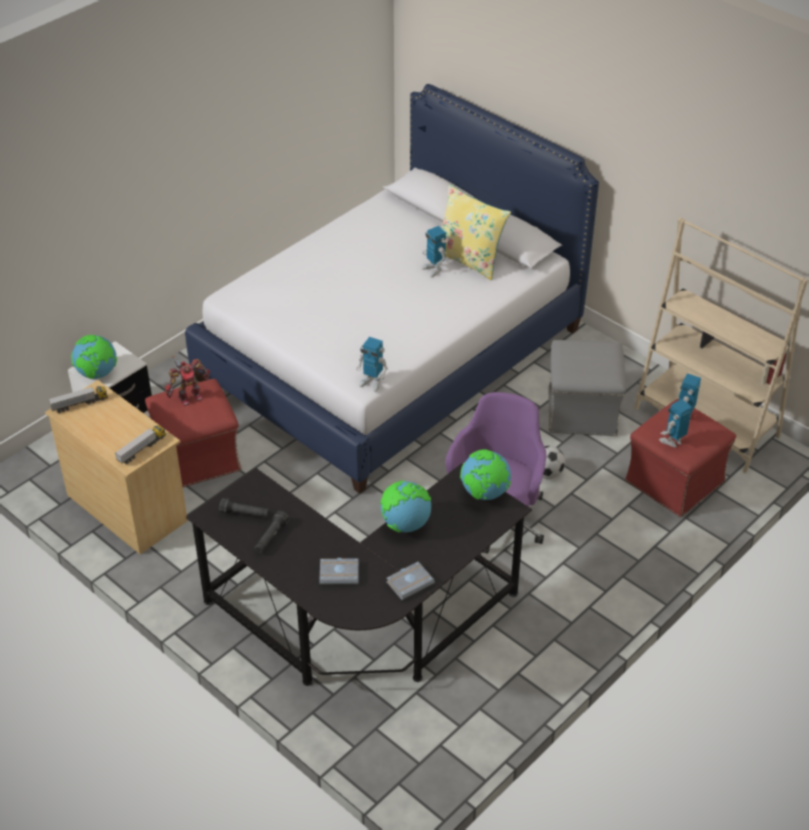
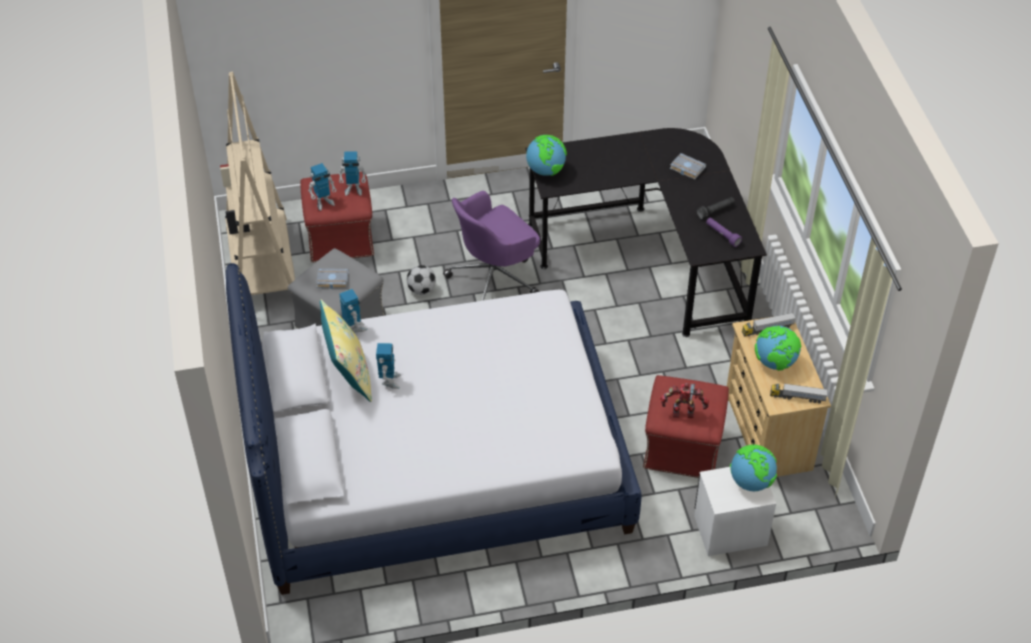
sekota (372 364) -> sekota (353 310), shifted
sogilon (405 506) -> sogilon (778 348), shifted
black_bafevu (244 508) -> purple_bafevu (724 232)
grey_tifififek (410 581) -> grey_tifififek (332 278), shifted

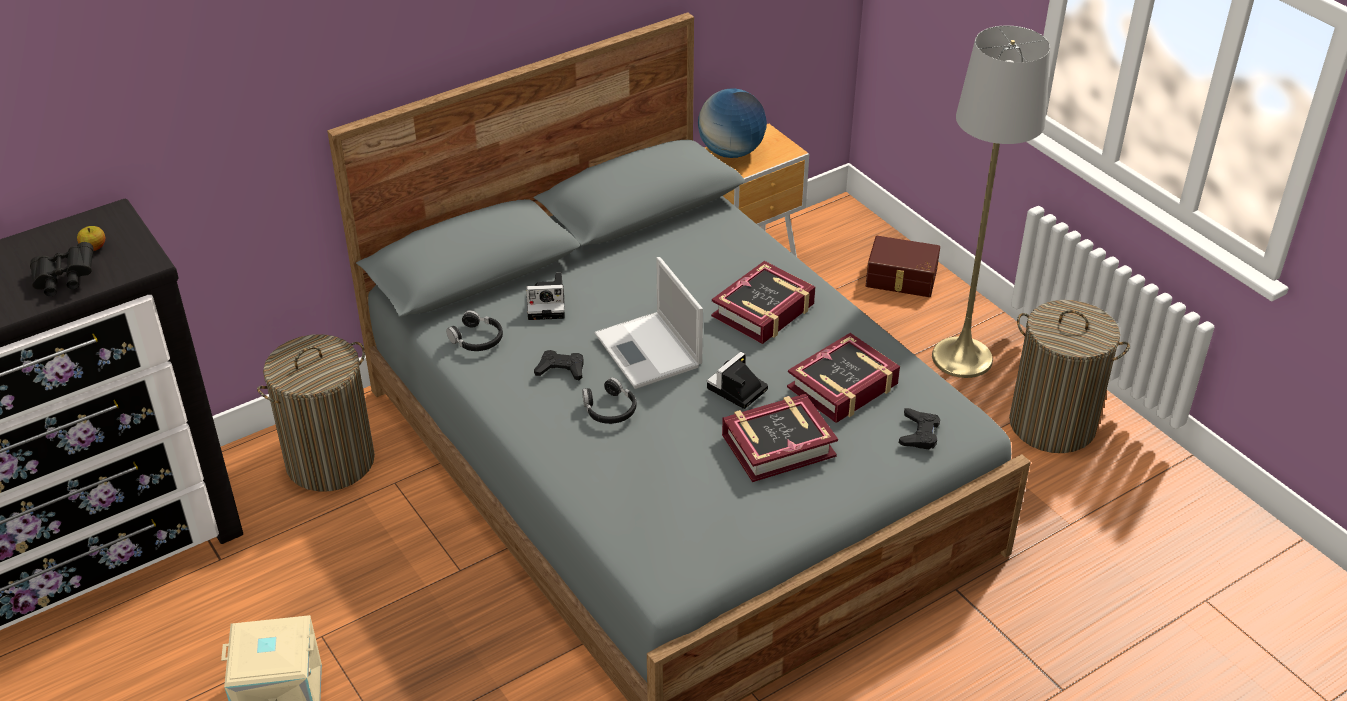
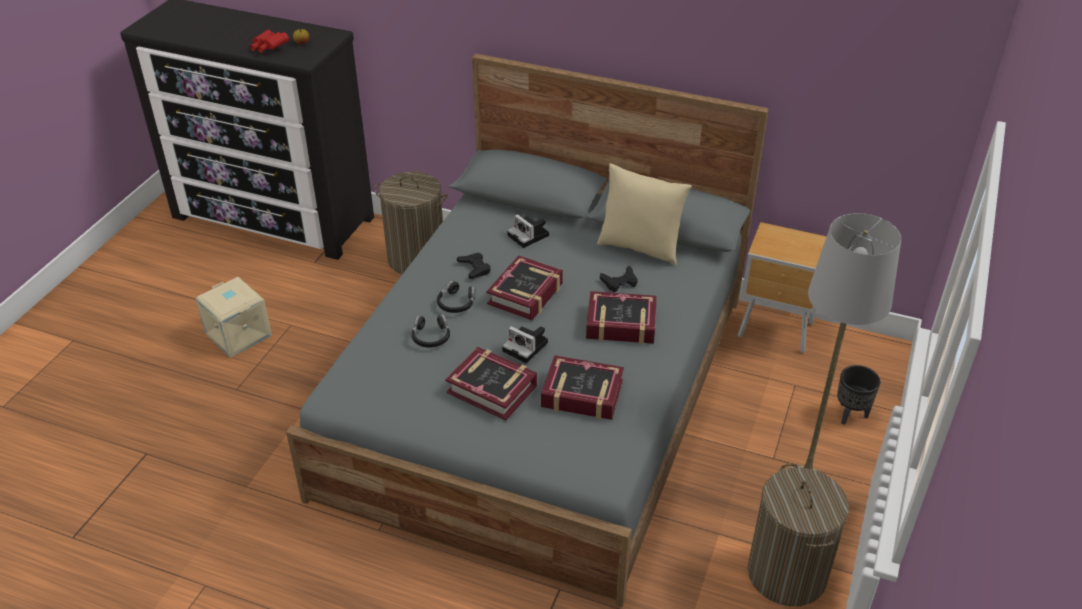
sogilon (732 123) -> none
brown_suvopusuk (903 266) -> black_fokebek (858 395)
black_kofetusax (62 269) -> red_kofetusax (269 41)
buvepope (649 323) -> tifififek (525 288)
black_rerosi (474 330) -> black_rerosi (431 331), shifted
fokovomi (737 380) -> fokovomi (525 344), 150 degrees counterclockwise
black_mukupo (919 429) -> black_mukupo (619 279), shifted
none -> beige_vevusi (644 215)

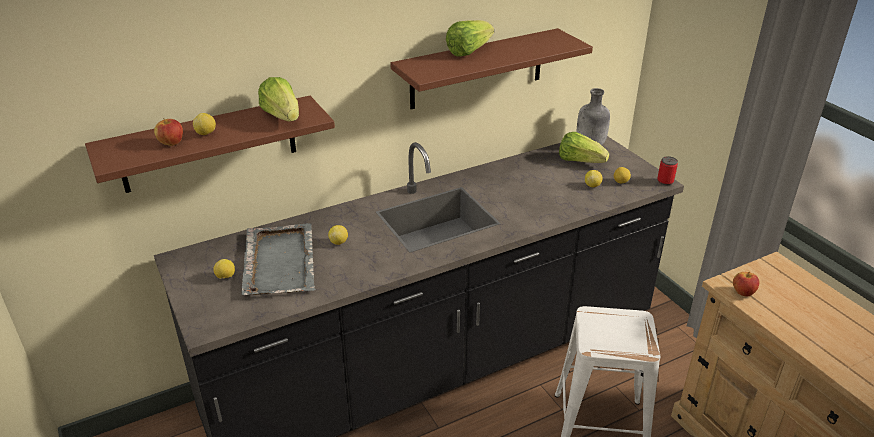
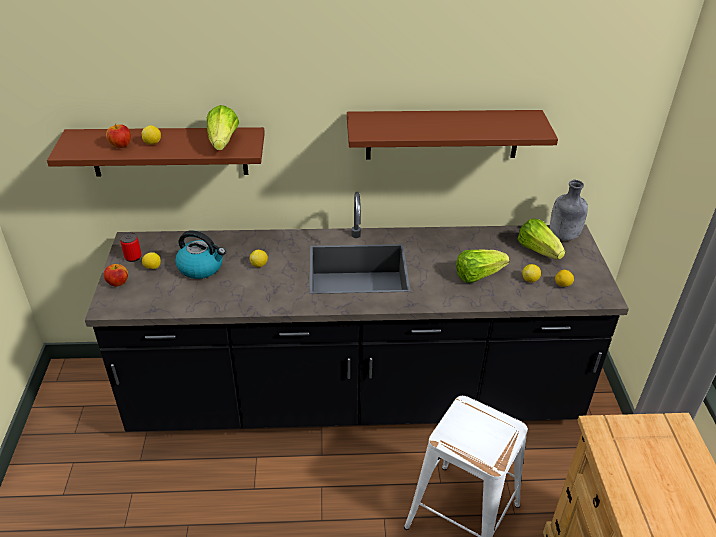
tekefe (470 38) -> tekefe (482 266), shifted
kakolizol (667 170) -> kakolizol (131 247), shifted
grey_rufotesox (278 259) -> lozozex (200 254)
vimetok (746 284) -> vimetok (116 275), shifted

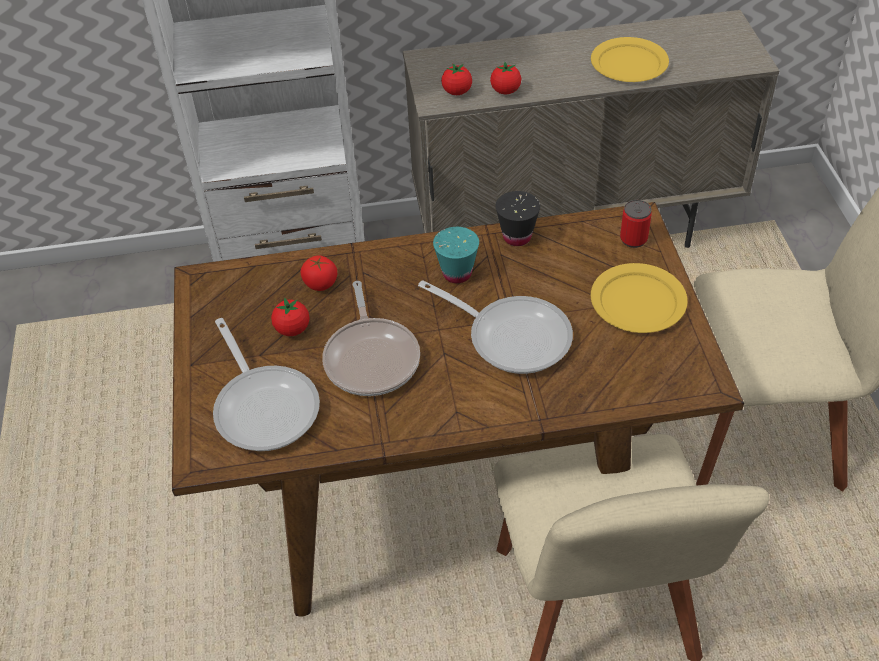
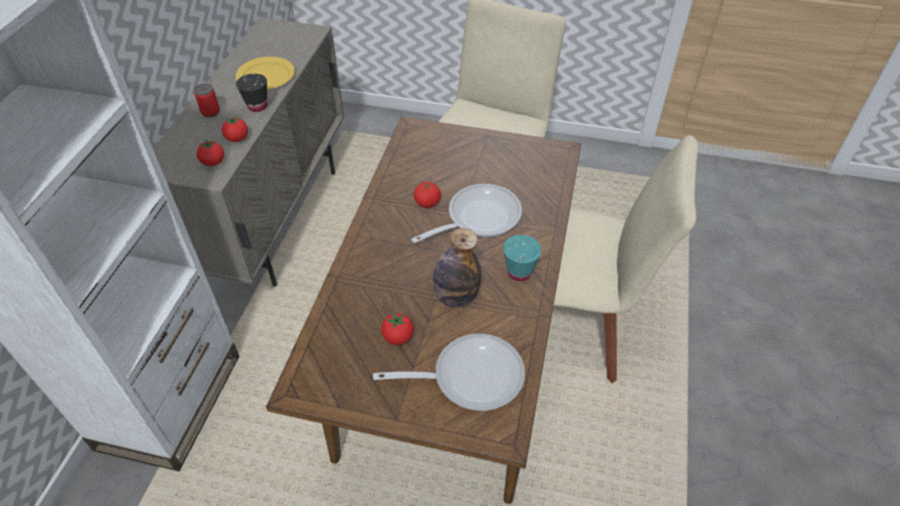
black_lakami (518 218) -> black_lakami (251 93), shifted
kakolizol (636 224) -> kakolizol (207 101), shifted
turquoise_lakami (456 255) -> turquoise_lakami (522 258), shifted
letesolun (318 273) -> letesolun (427 195), shifted
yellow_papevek (639 298) -> none
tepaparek (371 338) -> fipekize (457 268)

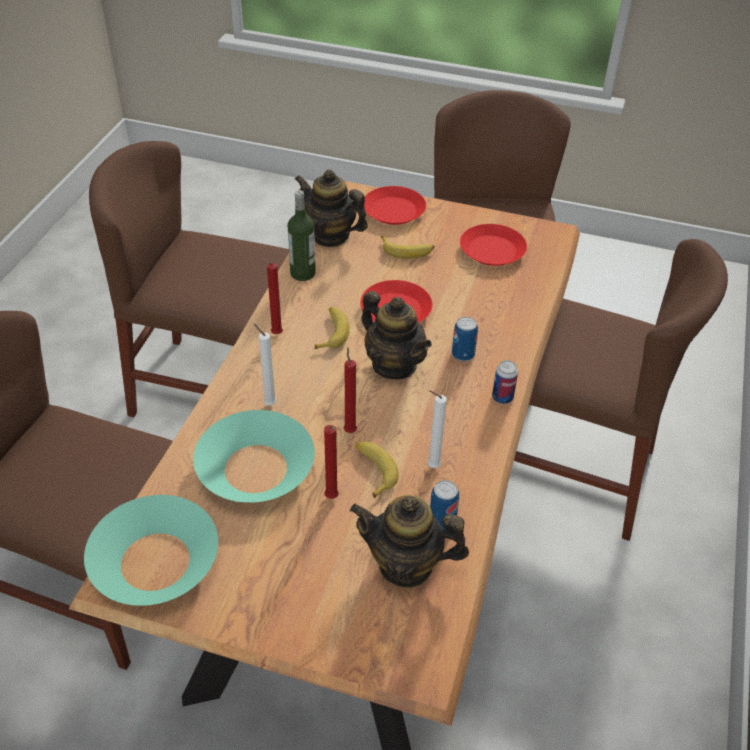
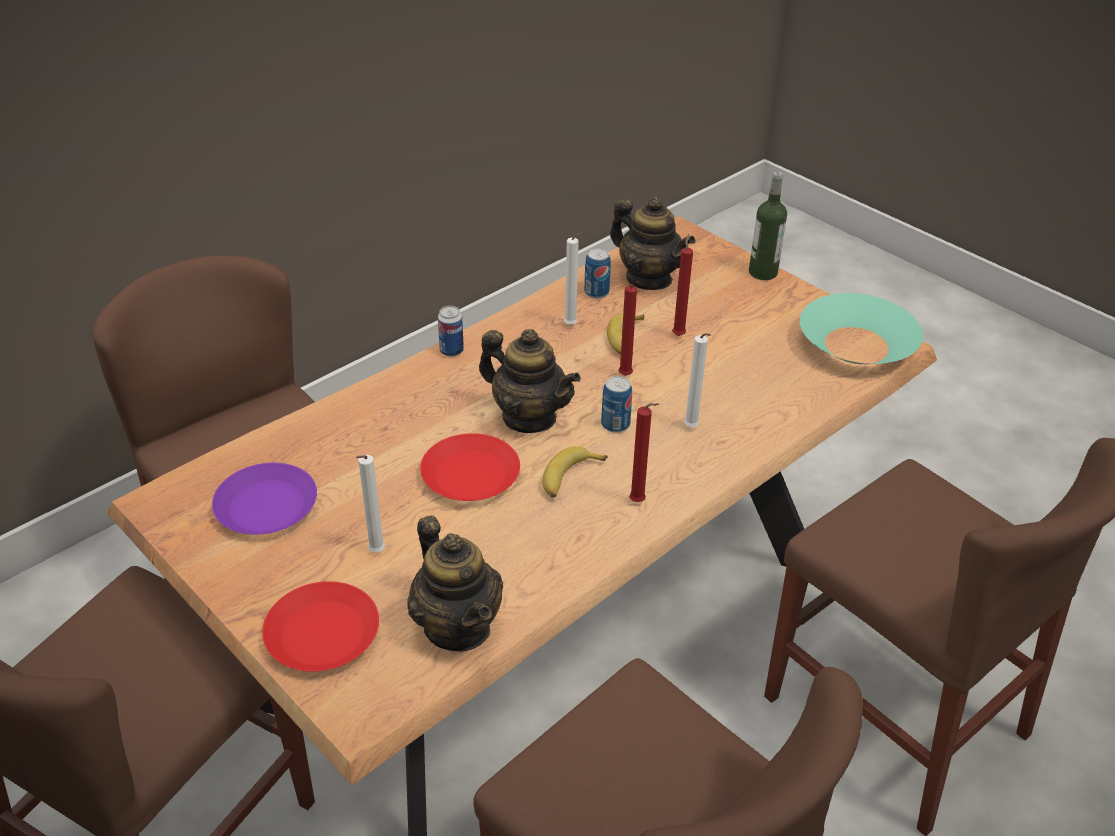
fipekize (302 235) -> fipekize (768 225), shifted
red_papevek (493 245) -> purple_papevek (264 499)
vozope (408 247) -> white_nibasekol (370 504)
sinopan (397 335) -> sinopan (530 381), 135 degrees clockwise
kakolizol (465 339) -> kakolizol (616 404), shifted
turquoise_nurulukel (254 456) -> none

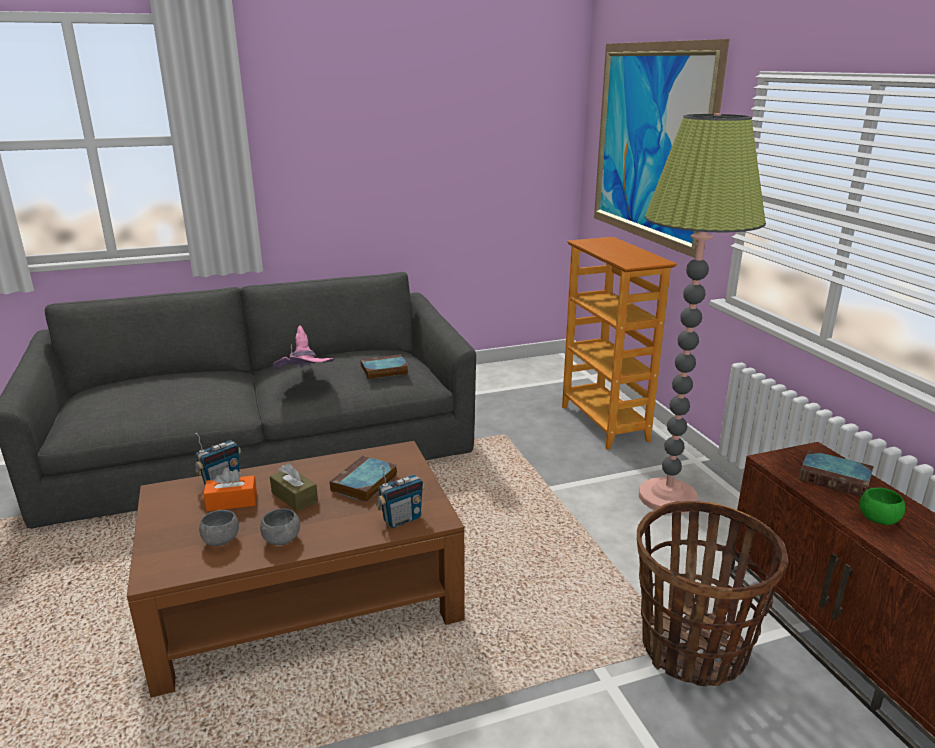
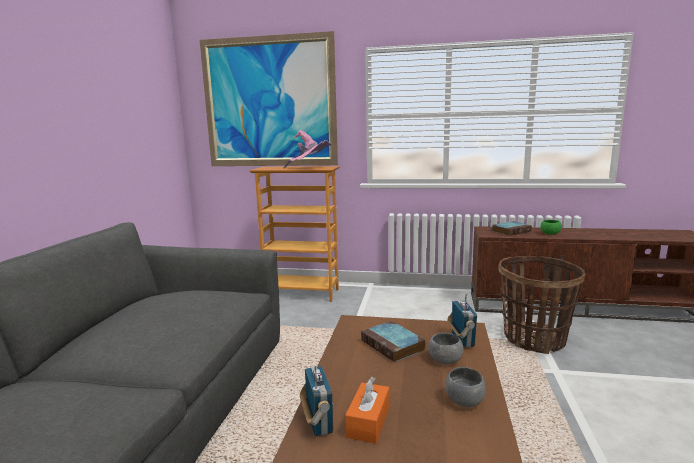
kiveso (702 313) -> none
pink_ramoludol (303 348) -> pink_ramoludol (307 149), shifted
tifififek (384 366) -> none
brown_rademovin (294 487) -> none
grey_nurulukel (219 528) -> grey_nurulukel (446 348), shifted

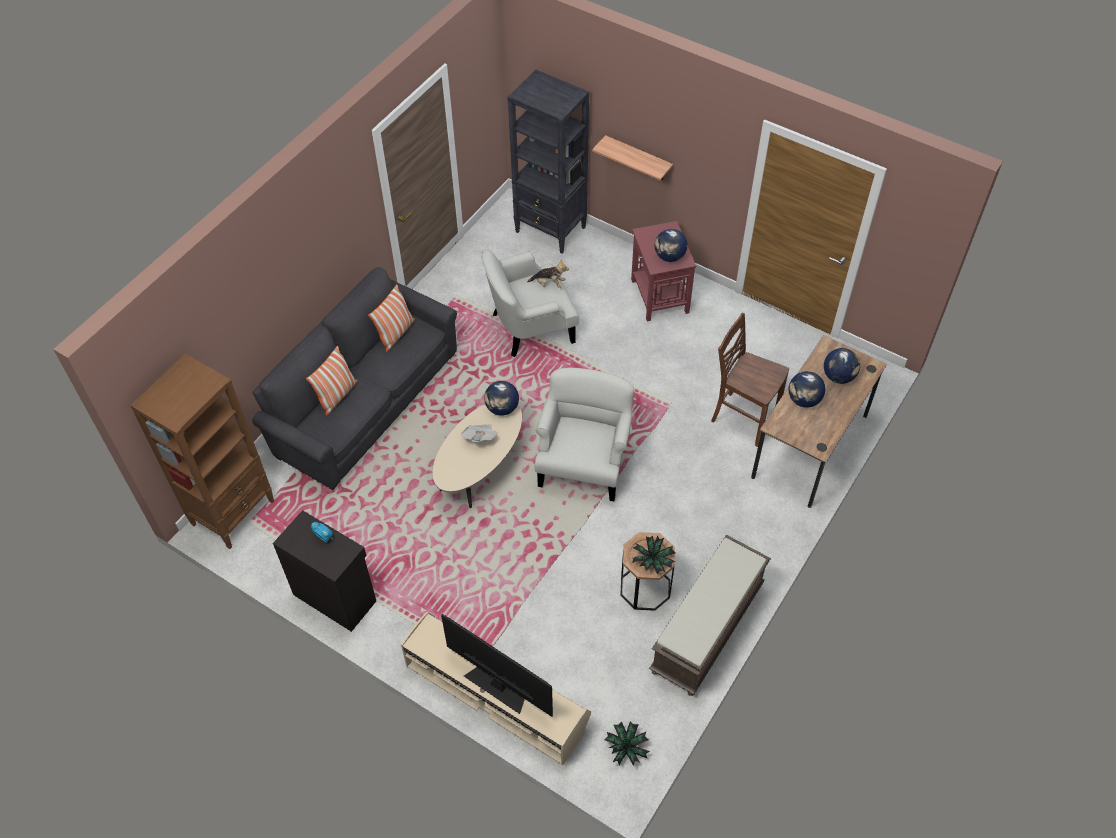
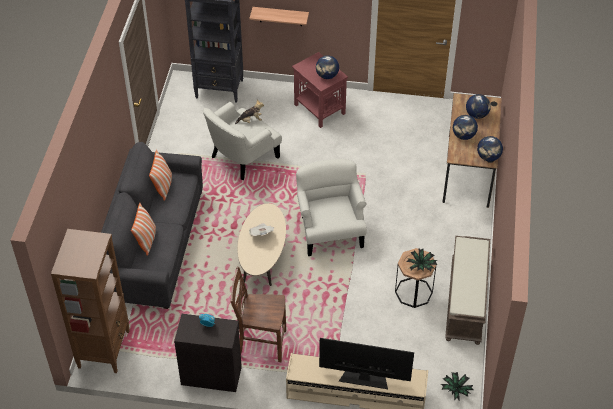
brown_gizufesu (750 379) -> brown_gizufesu (258 314), shifted
sogilon (501 398) -> sogilon (490 148), shifted

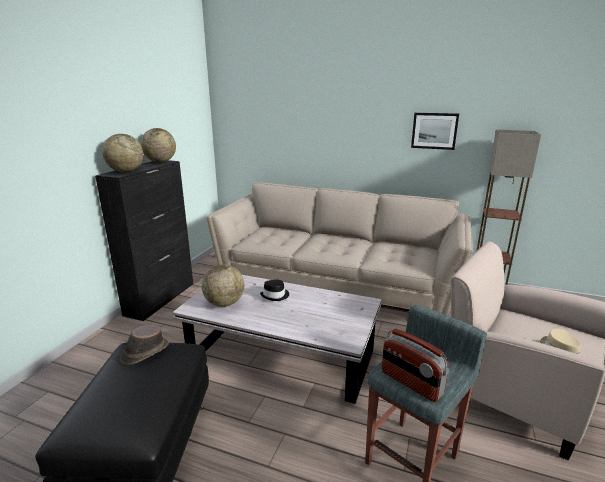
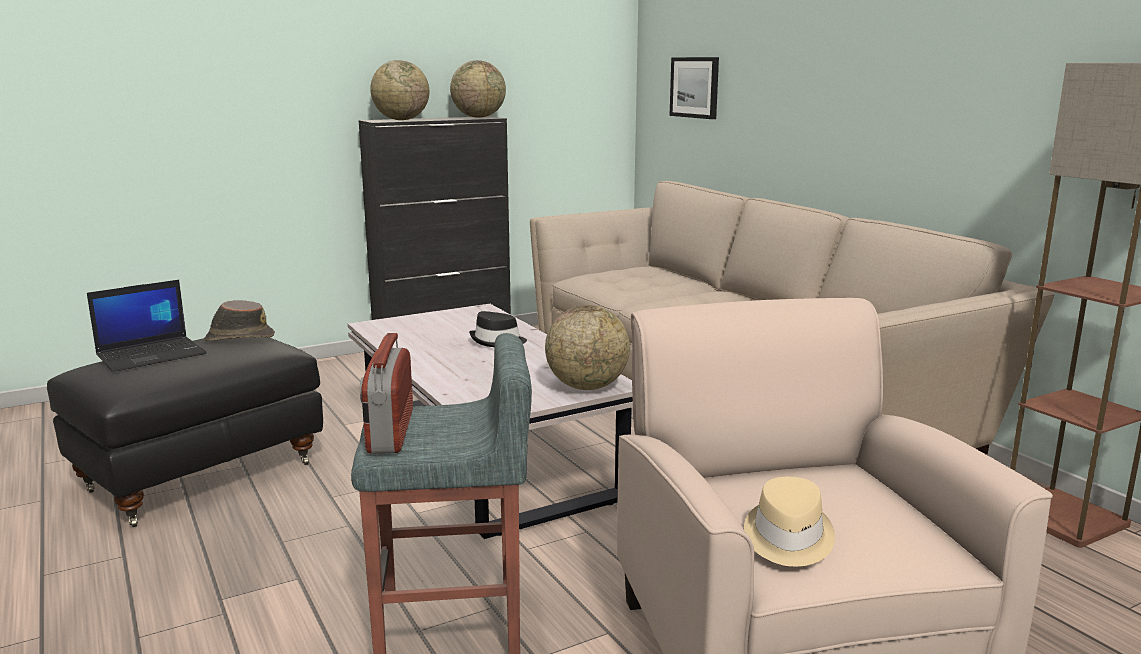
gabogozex (435 131) -> gabogozex (694 88), shifted
sogilon (223 285) -> sogilon (587 347), shifted
none -> buvepope (147 326)

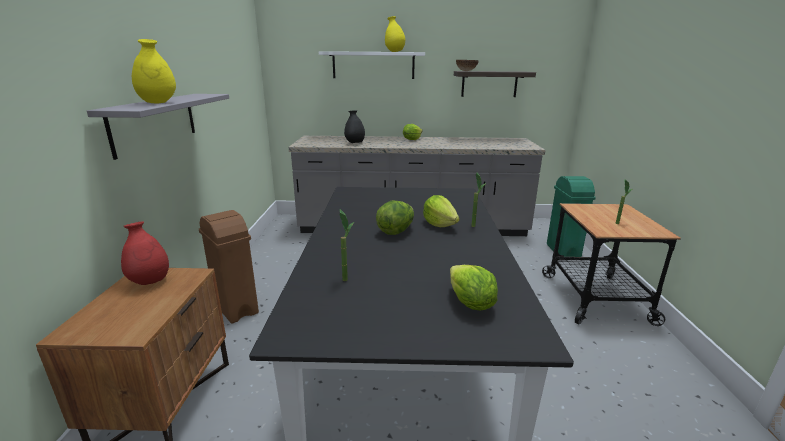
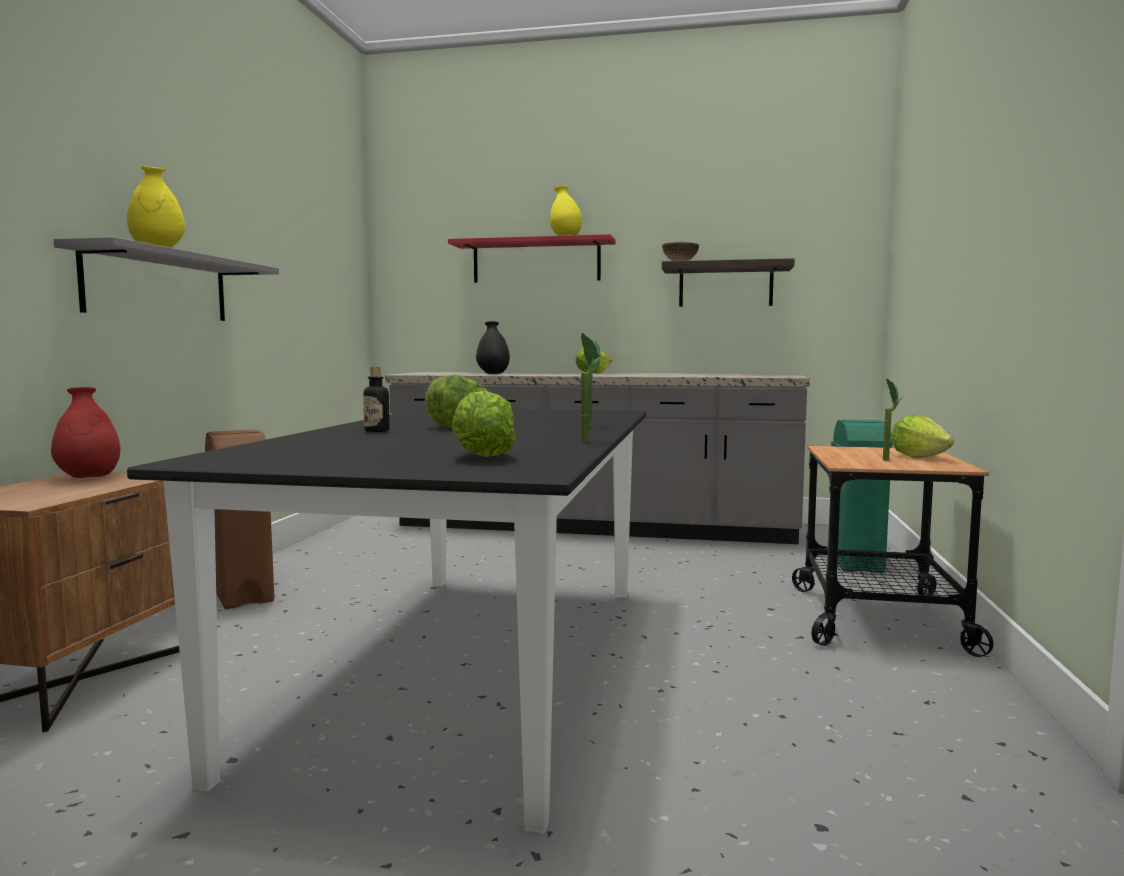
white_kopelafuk (372 65) -> red_kopelafuk (532 258)
tekefe (441 211) -> tekefe (923 436), shifted
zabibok (347 245) -> zabibok (591 387), shifted
none -> fipekize (376 399)

